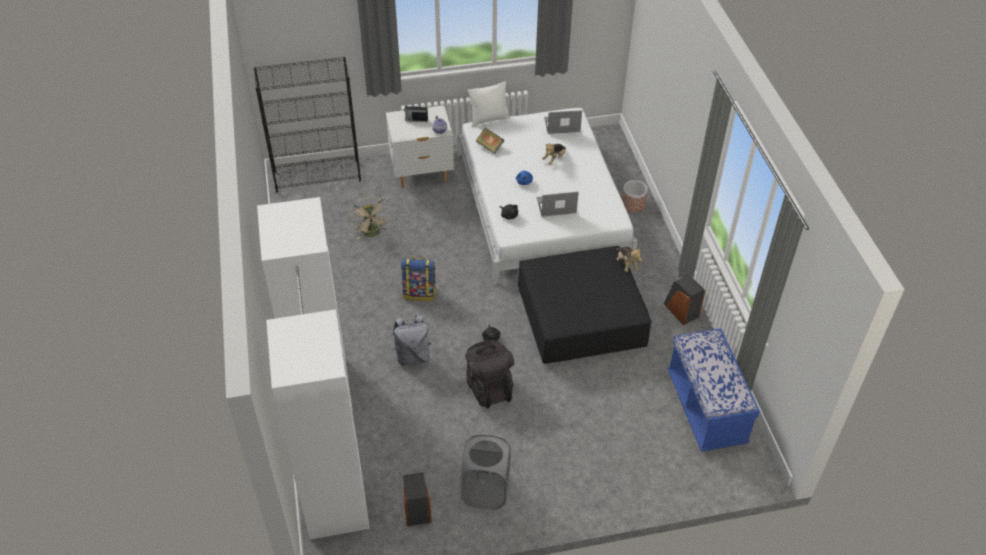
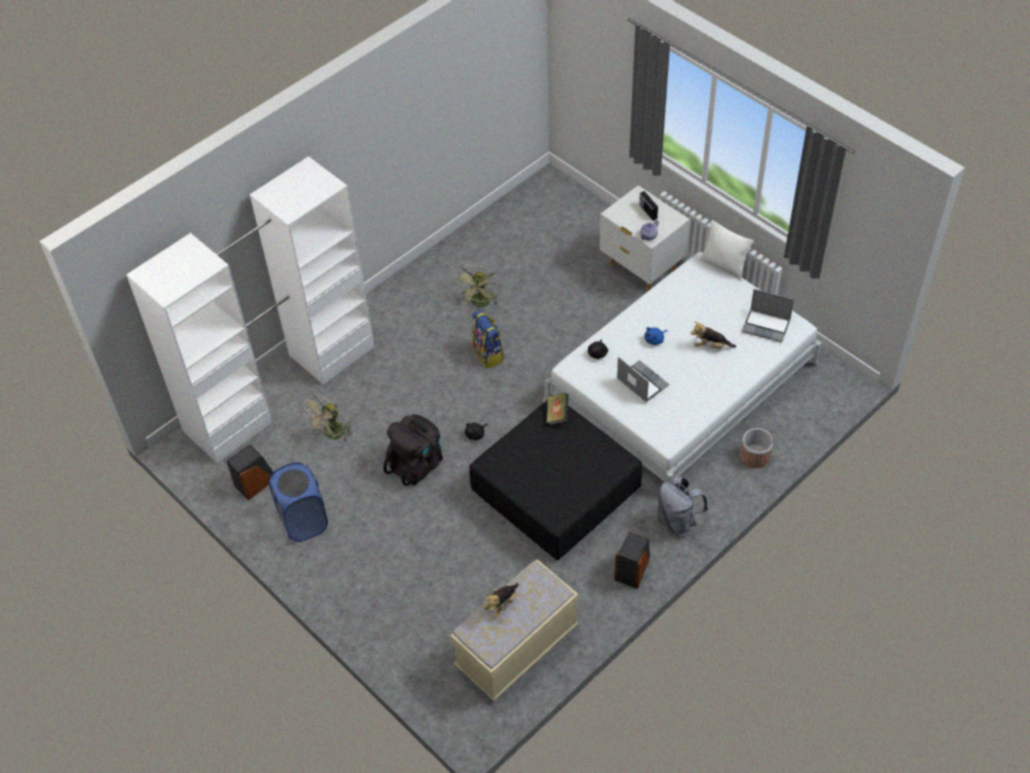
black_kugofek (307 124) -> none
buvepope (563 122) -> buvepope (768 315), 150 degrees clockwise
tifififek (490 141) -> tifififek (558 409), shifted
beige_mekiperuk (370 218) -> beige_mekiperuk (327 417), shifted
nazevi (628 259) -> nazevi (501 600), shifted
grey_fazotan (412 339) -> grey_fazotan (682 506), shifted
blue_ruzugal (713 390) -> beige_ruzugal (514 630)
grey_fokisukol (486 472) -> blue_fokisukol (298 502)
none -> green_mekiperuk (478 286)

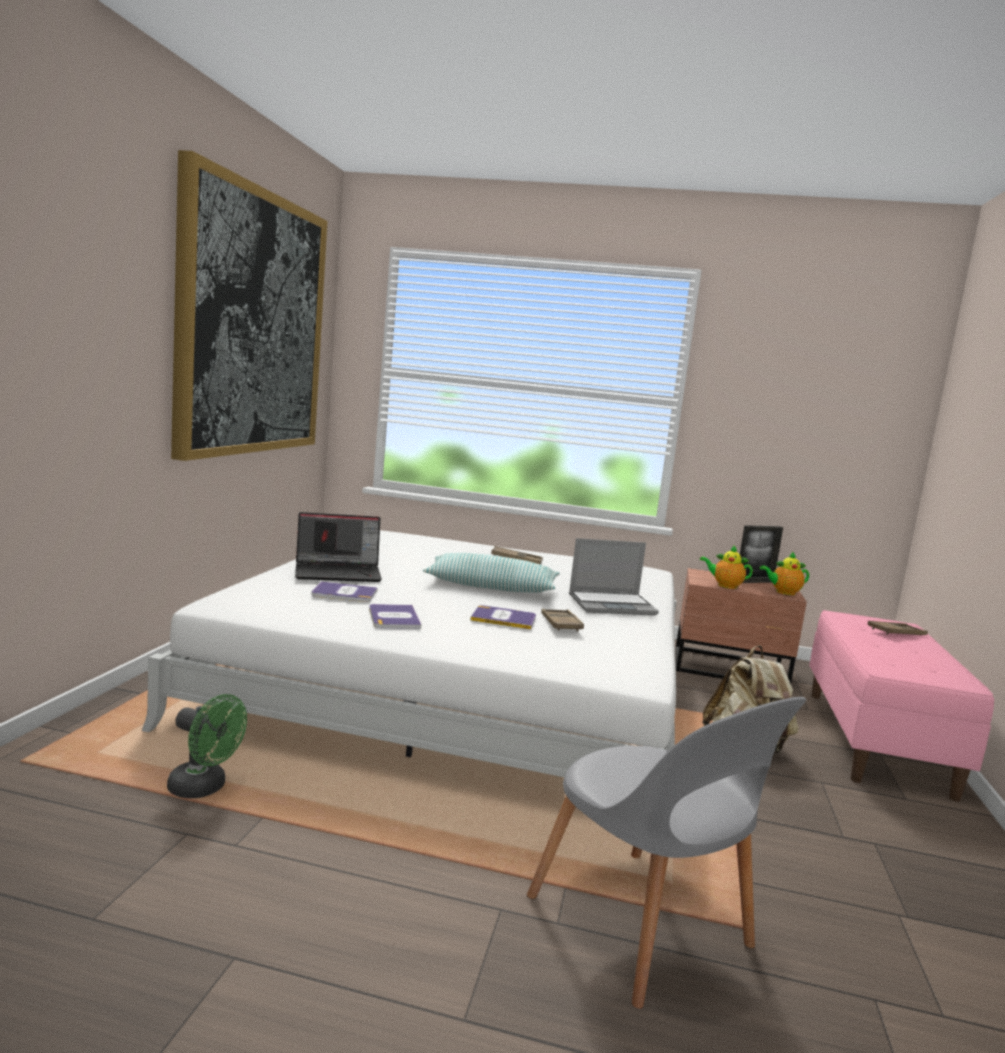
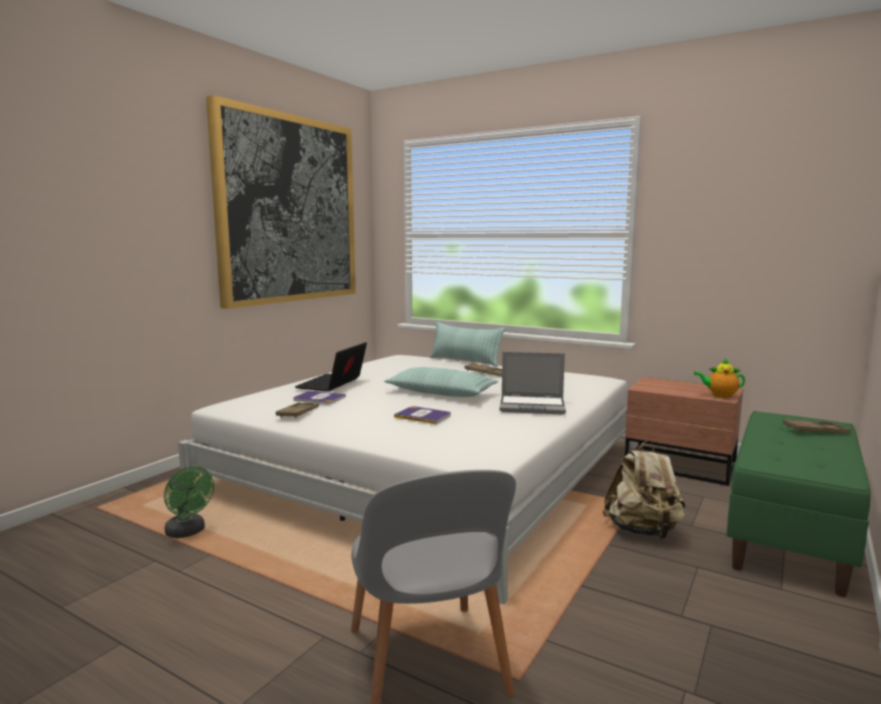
buvepope (338 547) -> buvepope (331 366), 105 degrees clockwise
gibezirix (761 554) -> none
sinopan (726 567) -> none
tifififek (395 616) -> none
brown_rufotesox (562 620) -> brown_rufotesox (297 410), shifted
pink_ruzugal (901 706) -> green_ruzugal (798 504)
none -> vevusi (467 344)

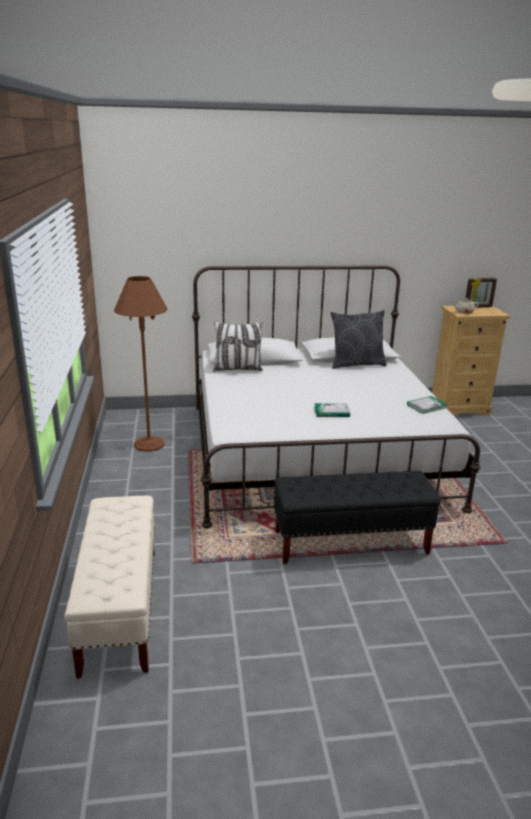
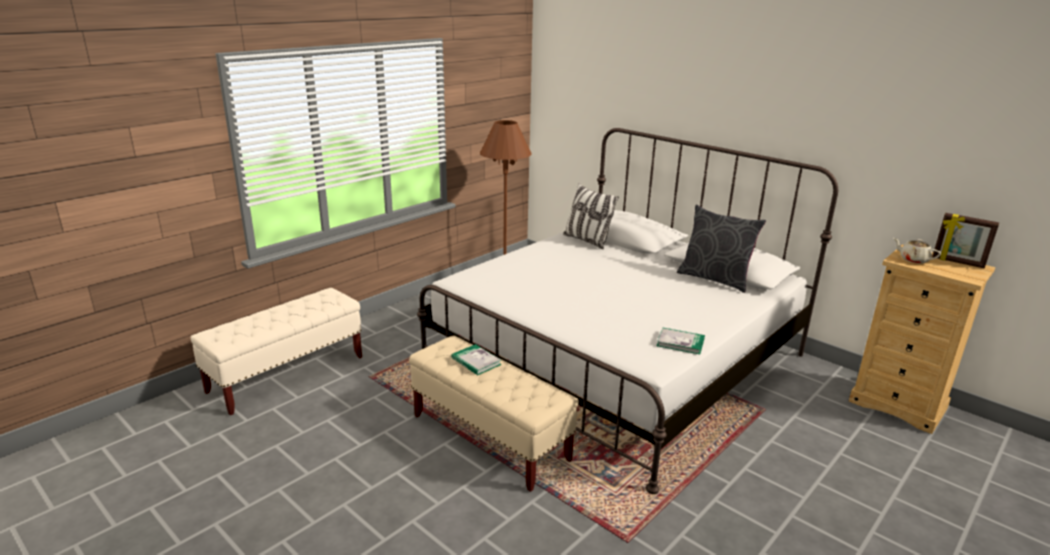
tifififek (332 410) -> tifififek (476 359), shifted
black_ruzugal (357 517) -> beige_ruzugal (494 414)

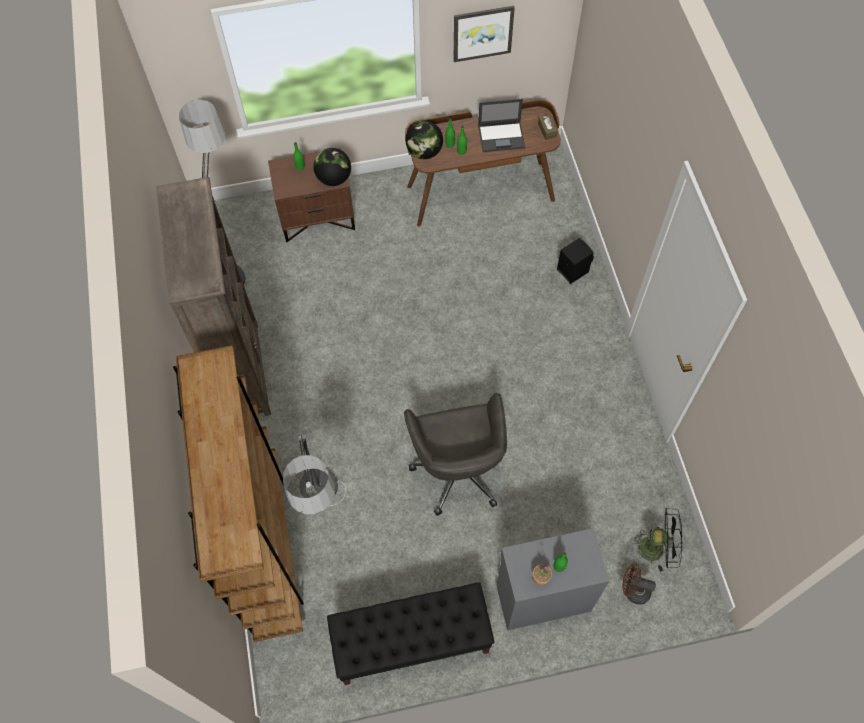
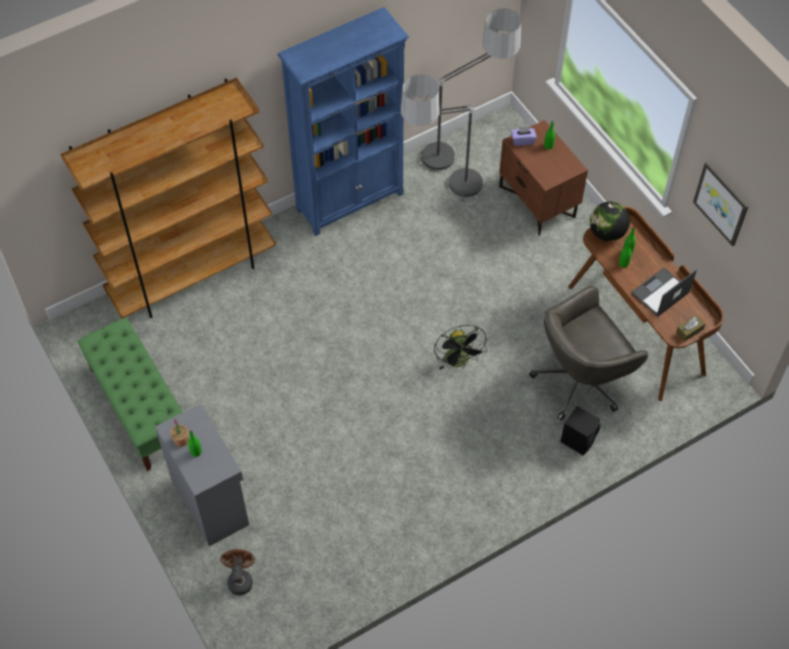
buvepope (501 125) -> buvepope (664 292), 75 degrees clockwise
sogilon (332 167) -> none
brown_kugofek (213 296) -> blue_kugofek (343 121)
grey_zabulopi (455 454) -> grey_zabulopi (588 352), shifted
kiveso (314 473) -> kiveso (442 139), shifted
black_mekiperuk (656 540) -> black_mekiperuk (460 347), shifted
black_ruzugal (411 633) -> green_ruzugal (130 394)
none -> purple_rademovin (524 136)

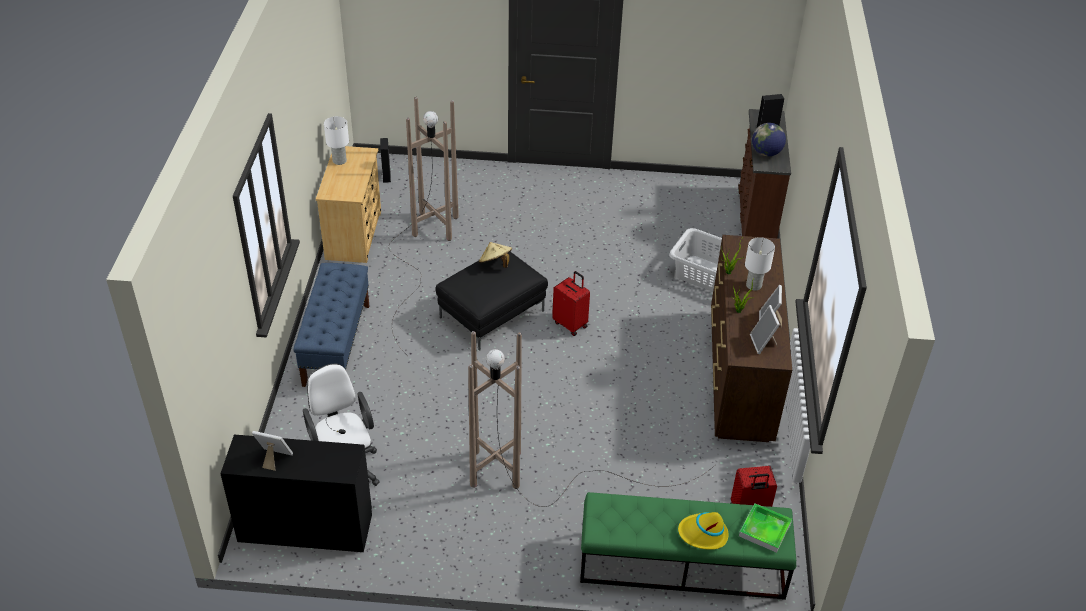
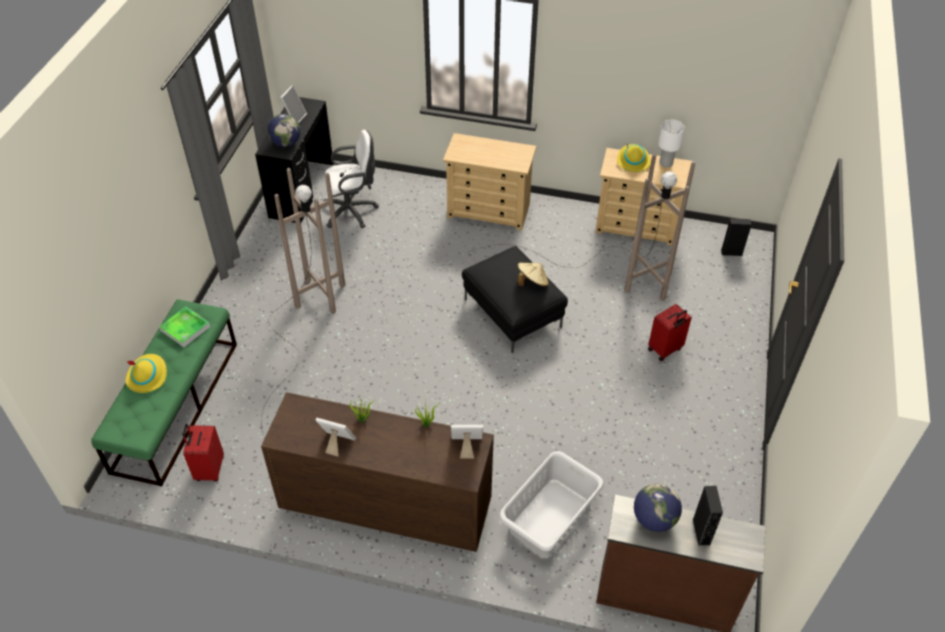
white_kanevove (760 264) -> none
blue_ruzugal (331 325) -> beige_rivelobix (489 181)
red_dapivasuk (571 303) -> red_dapivasuk (670 332), shifted
gibezirix (765 329) -> gibezirix (467 441), shifted
rufotesox (765 528) -> rufotesox (184 327), shifted
none -> sogilon (284 130)
none -> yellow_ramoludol (634 158)

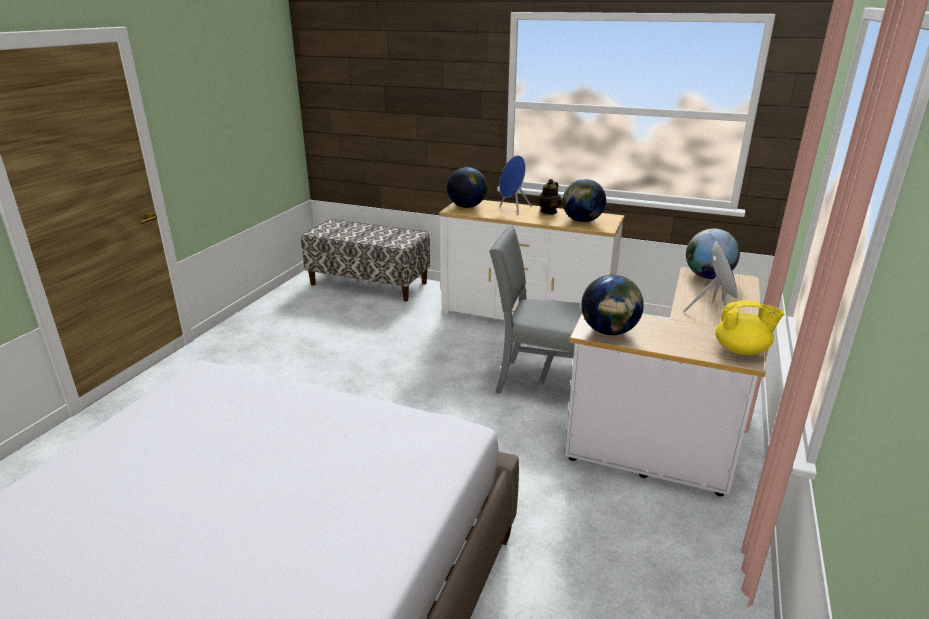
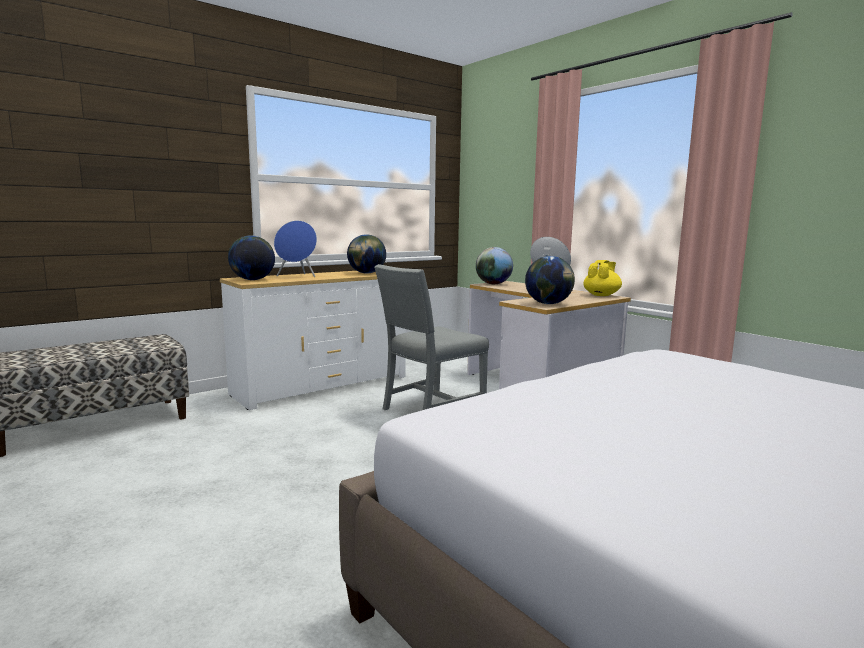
sinopan (550 197) -> none

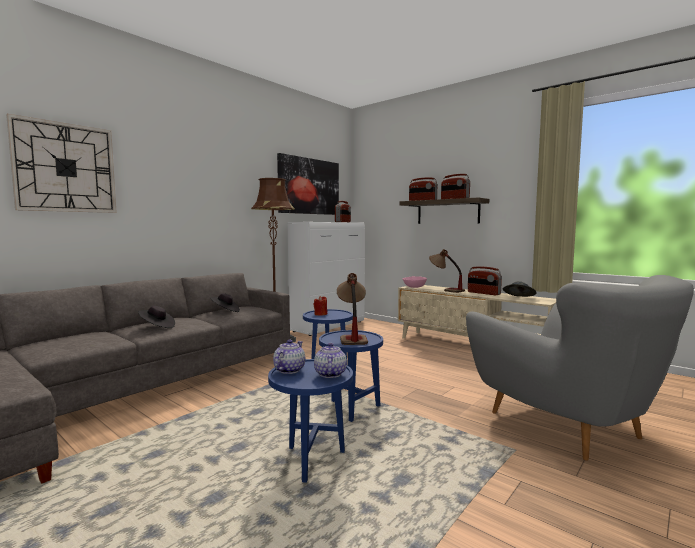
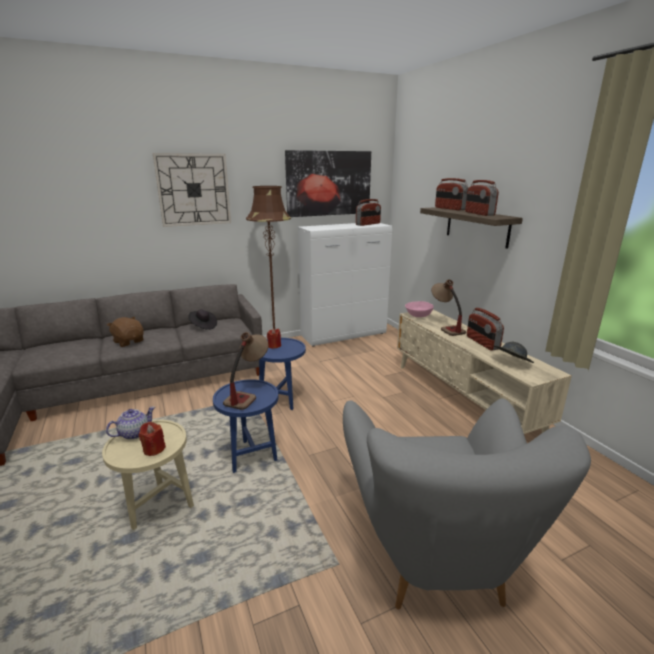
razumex (61 163) -> razumex (192 190), shifted
black_ramoludol (156 317) -> brown_nazevi (125 332)
sinopan (330 360) -> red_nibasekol (152 439)
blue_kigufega (310 421) -> beige_kigufega (148 475)

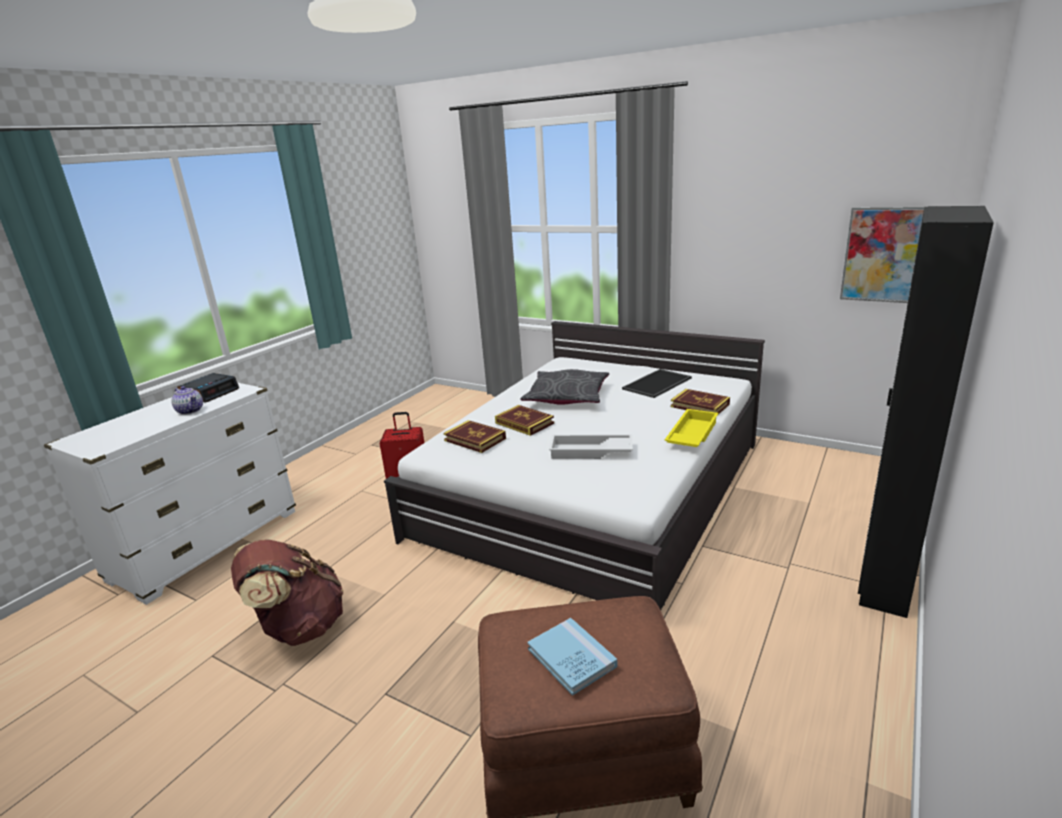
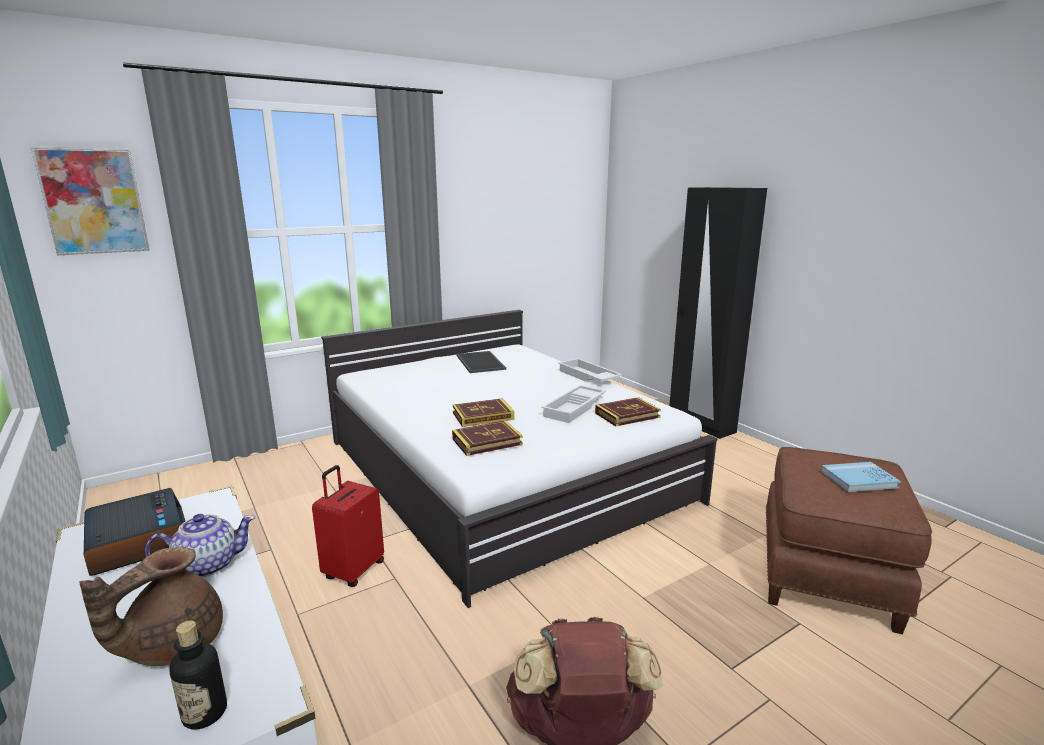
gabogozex (882 255) -> gabogozex (90 201), shifted
grey_vevusi (564 387) -> none
tifififek (700 401) -> tifififek (628 412), shifted
yellow_rufotesox (691 428) -> white_rufotesox (590 370)
none -> brown_sinopan (151 606)
none -> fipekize (198 675)

